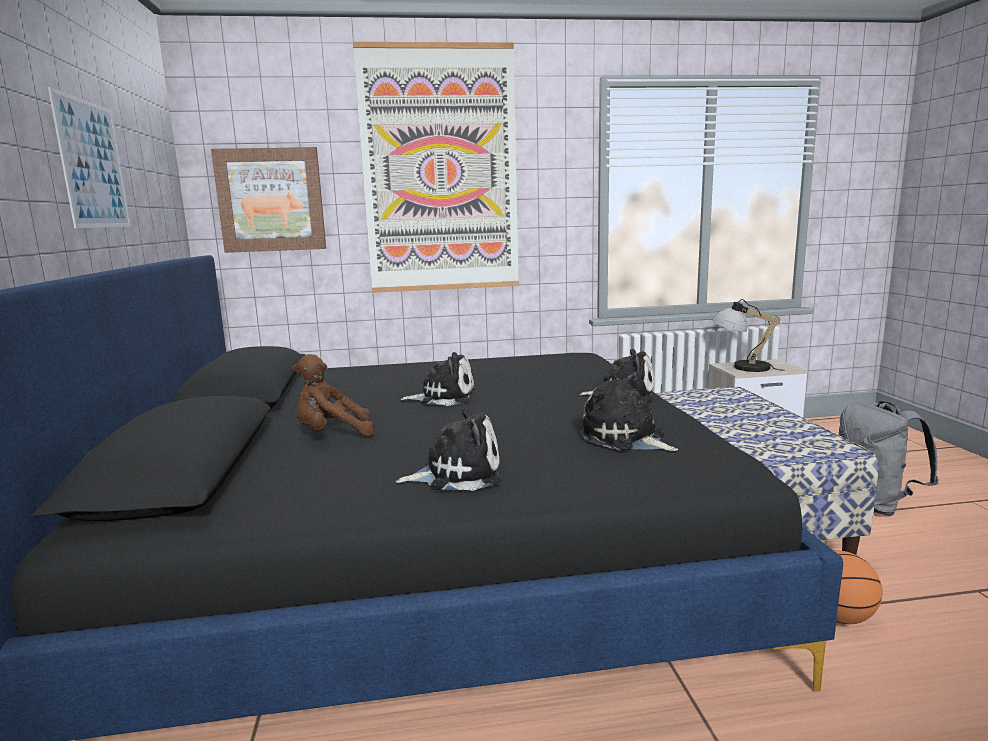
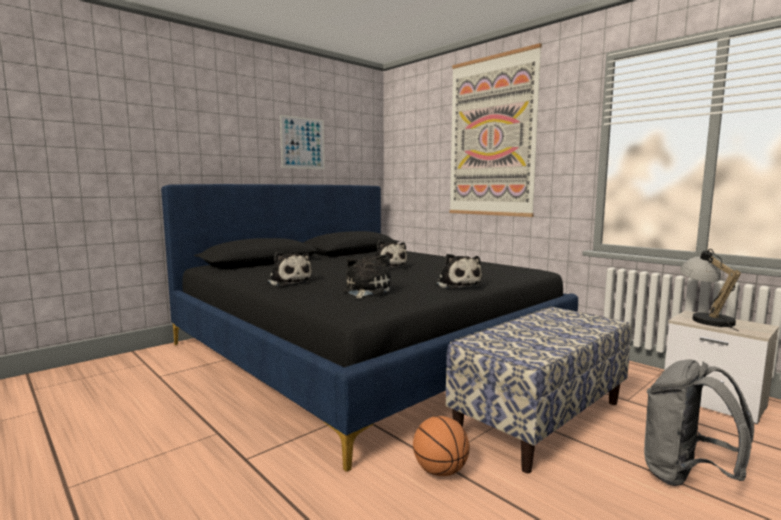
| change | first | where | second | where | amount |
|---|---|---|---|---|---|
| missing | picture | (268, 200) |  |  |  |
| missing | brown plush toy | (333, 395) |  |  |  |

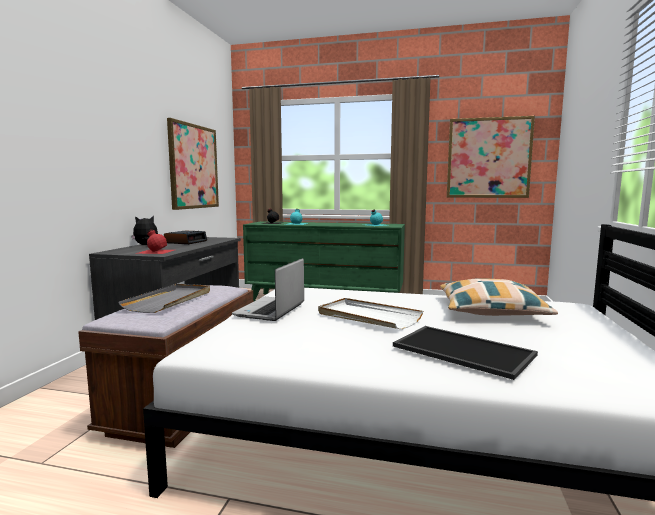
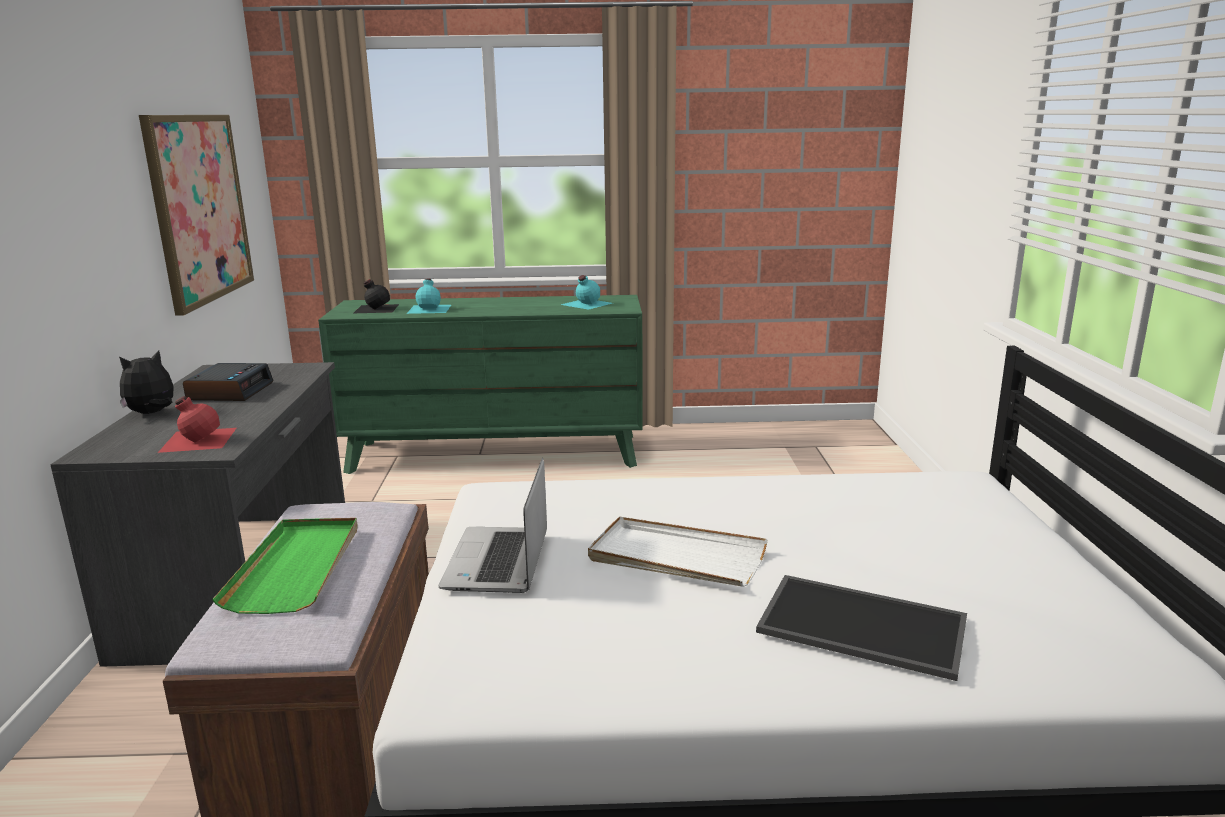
| change | first | where | second | where | amount |
|---|---|---|---|---|---|
| colour | grey tray | (164, 298) | green tray | (285, 566) |  |
| missing | pillow | (499, 297) |  |  |  |
| missing | picture | (491, 157) |  |  |  |

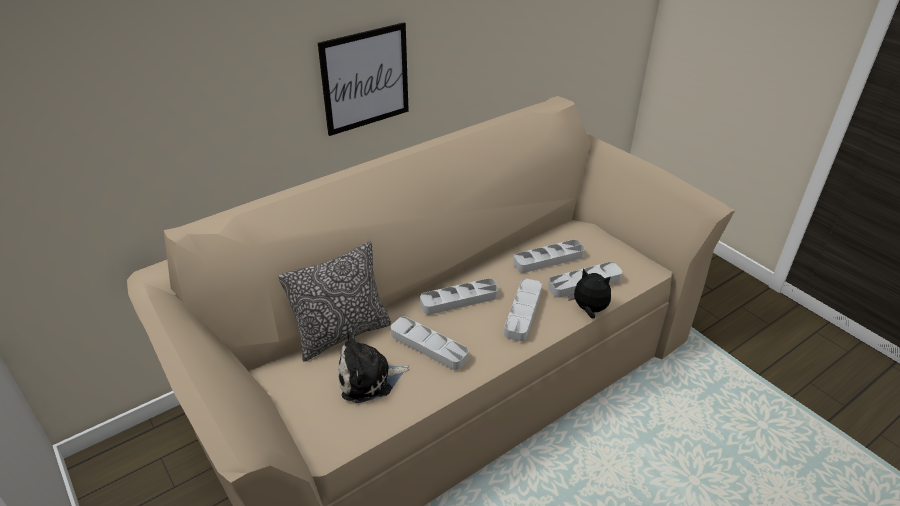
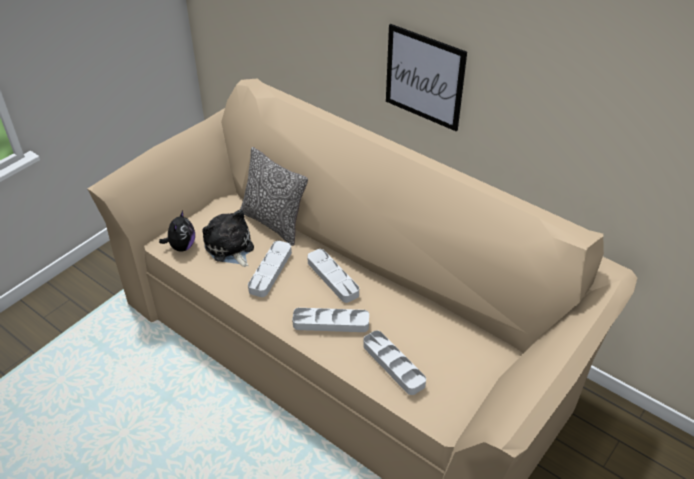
| change | first | where | second | where | amount |
|---|---|---|---|---|---|
| missing | grey tray | (549, 256) |  |  |  |
| relocated | plush toy | (589, 293) |  | (177, 231) |  |

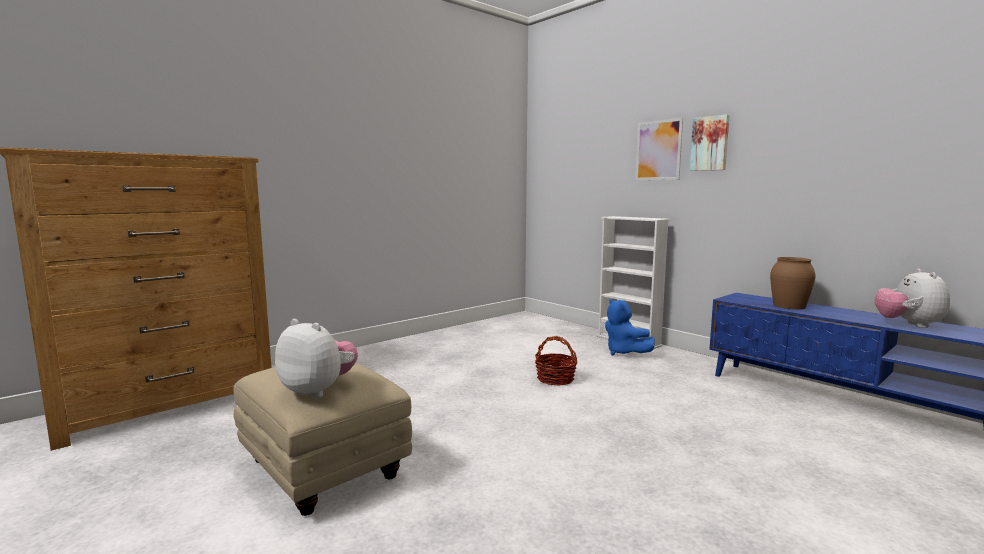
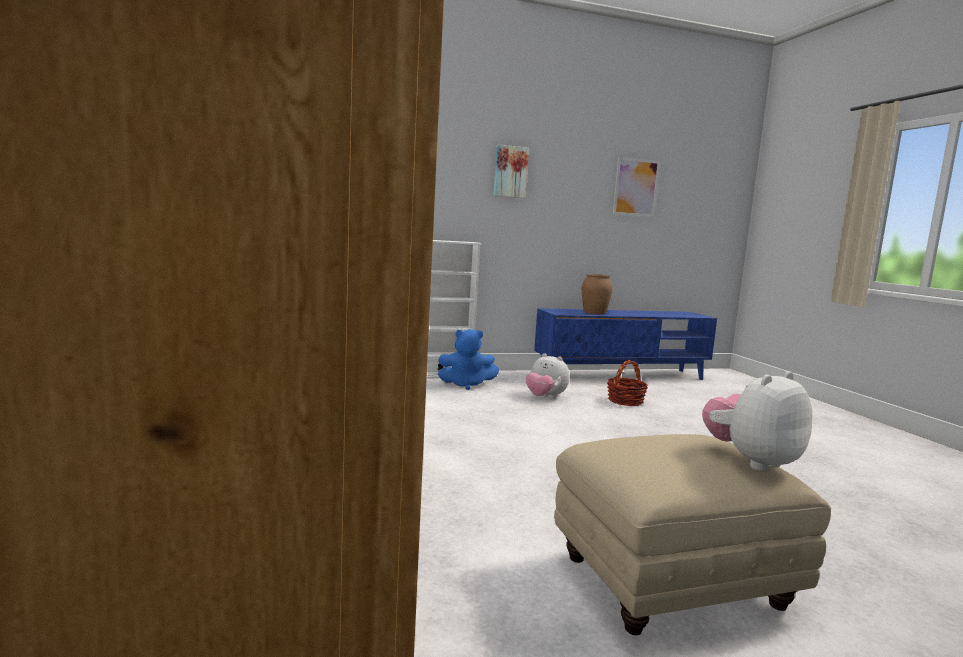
| change | first | where | second | where | amount |
|---|---|---|---|---|---|
| relocated | basket | (556, 361) |  | (627, 383) |  |
| relocated | picture | (659, 149) |  | (636, 187) |  |
| relocated | plush toy | (912, 298) |  | (548, 375) |  |

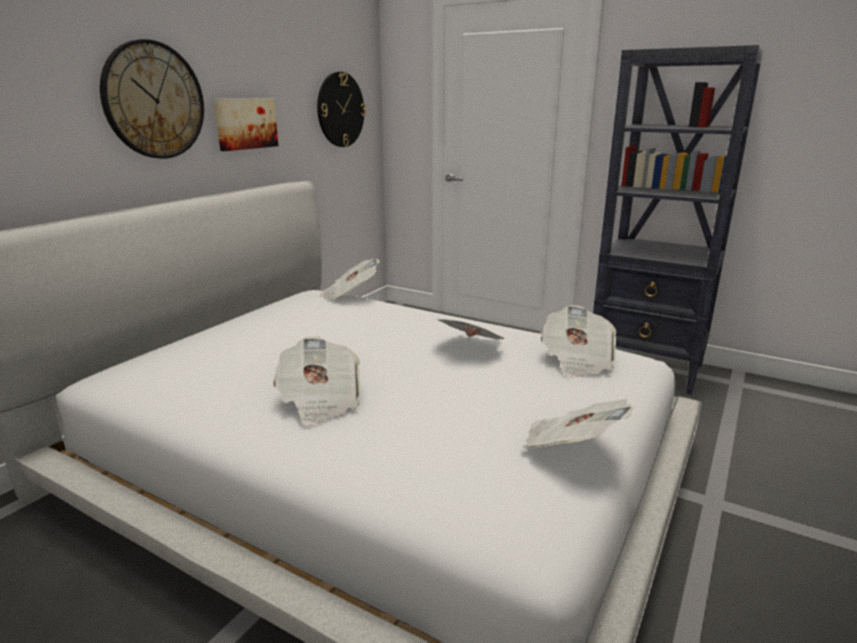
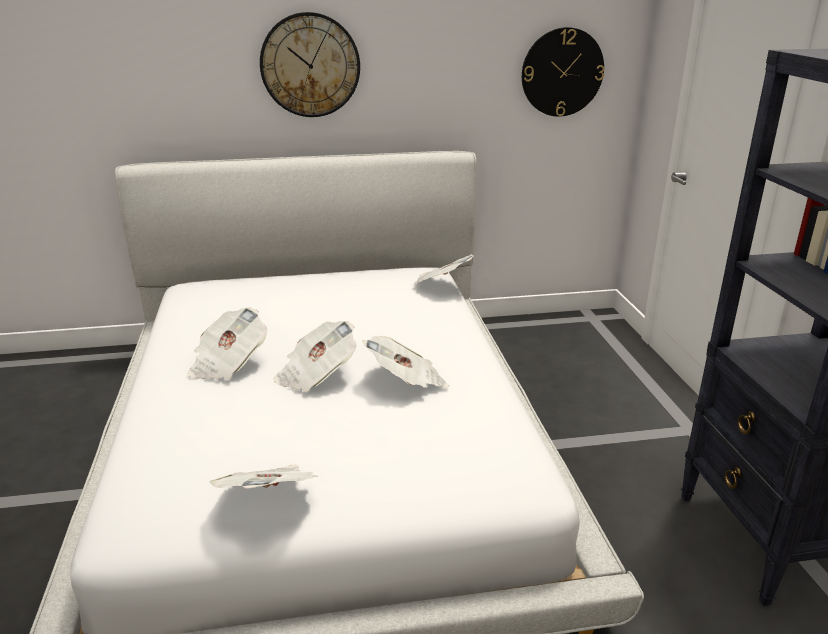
| change | first | where | second | where | amount |
|---|---|---|---|---|---|
| missing | picture | (246, 125) |  |  |  |
| relocated | newspaper | (579, 341) |  | (315, 357) |  |

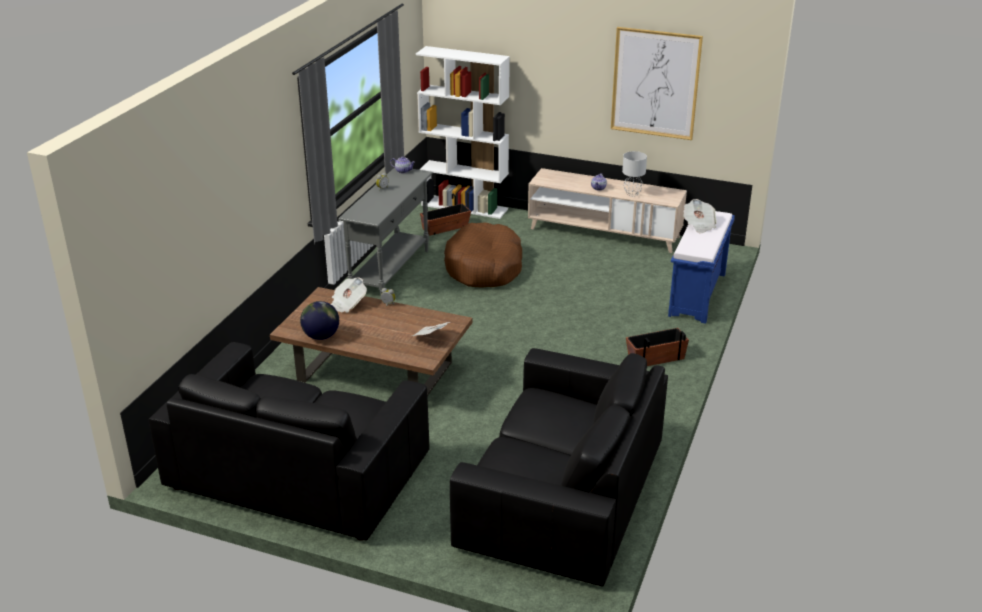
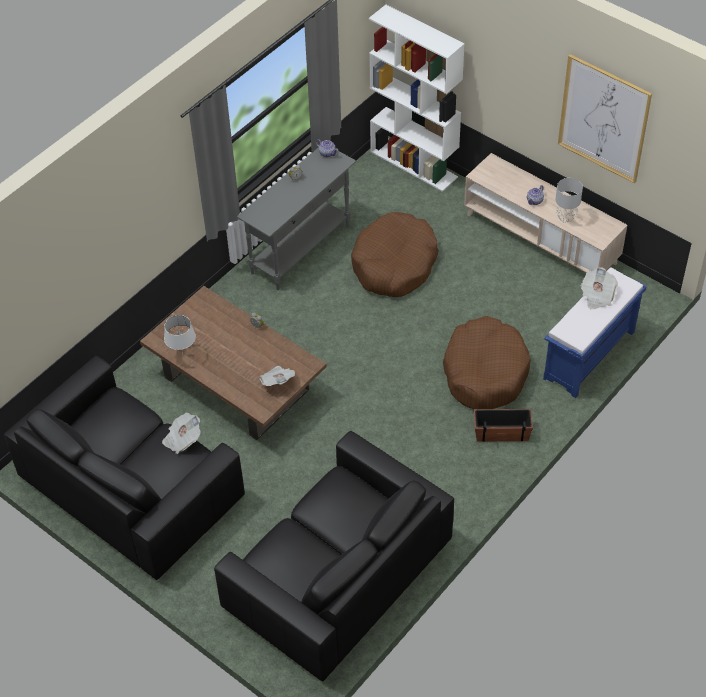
| change | first | where | second | where | amount |
|---|---|---|---|---|---|
| exchanged | globe | (319, 320) | white table lamp | (180, 334) |  |
| relocated | newspaper | (349, 295) |  | (181, 433) |  |
| missing | planter | (445, 215) |  |  |  |
| appeared |  |  | brown dog bed | (487, 363) |  |

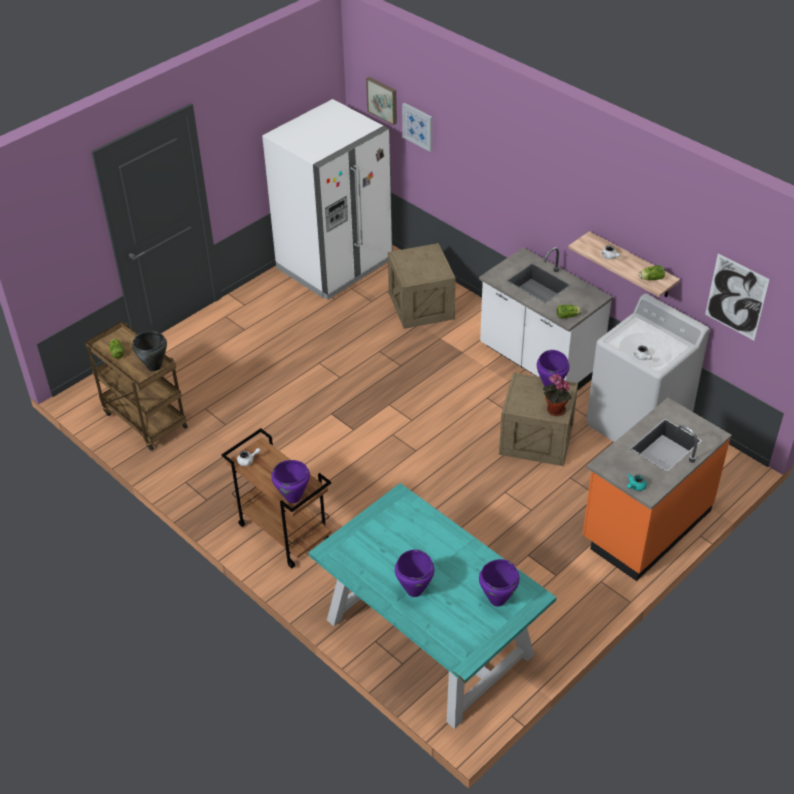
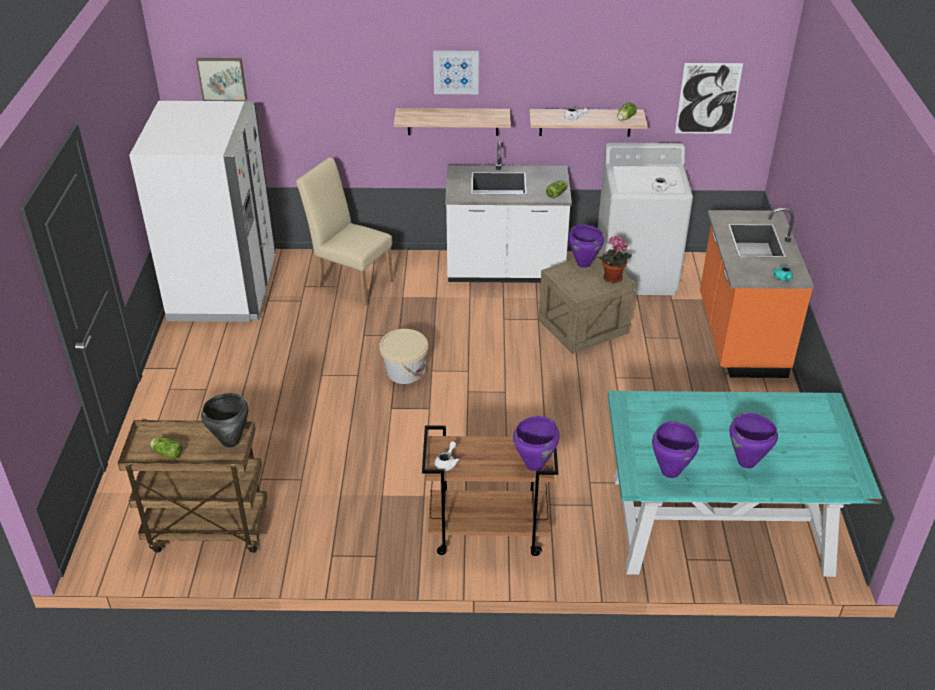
| change | first | where | second | where | amount |
|---|---|---|---|---|---|
| exchanged | crate | (422, 286) | beige chair | (345, 231) |  |
| relocated | picture | (417, 127) |  | (456, 72) |  |
| relocated | purple cooking pot | (499, 582) |  | (675, 449) |  |
| appeared |  |  | beige bucket | (403, 356) |  |
| appeared |  |  | shelf | (452, 122) |  |

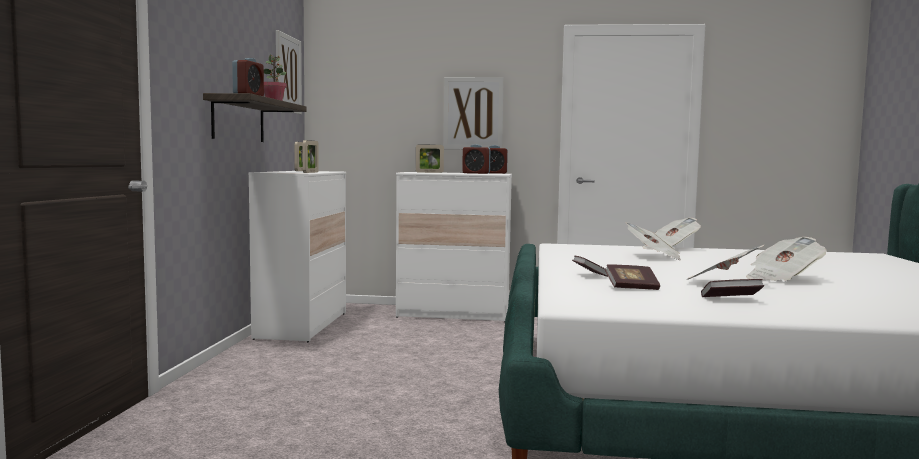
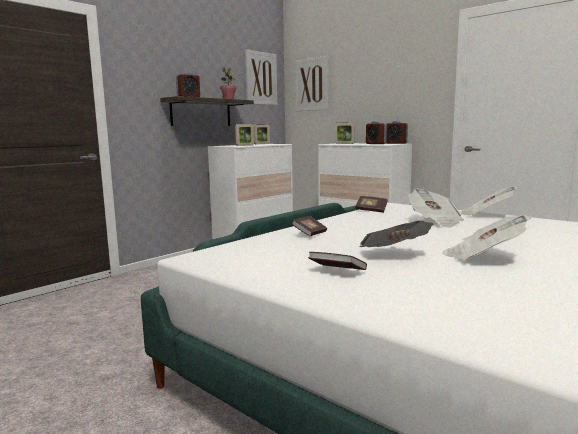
| change | first | where | second | where | amount |
|---|---|---|---|---|---|
| relocated | picture | (473, 113) |  | (312, 83) |  |
| relocated | book | (632, 277) |  | (371, 204) |  |

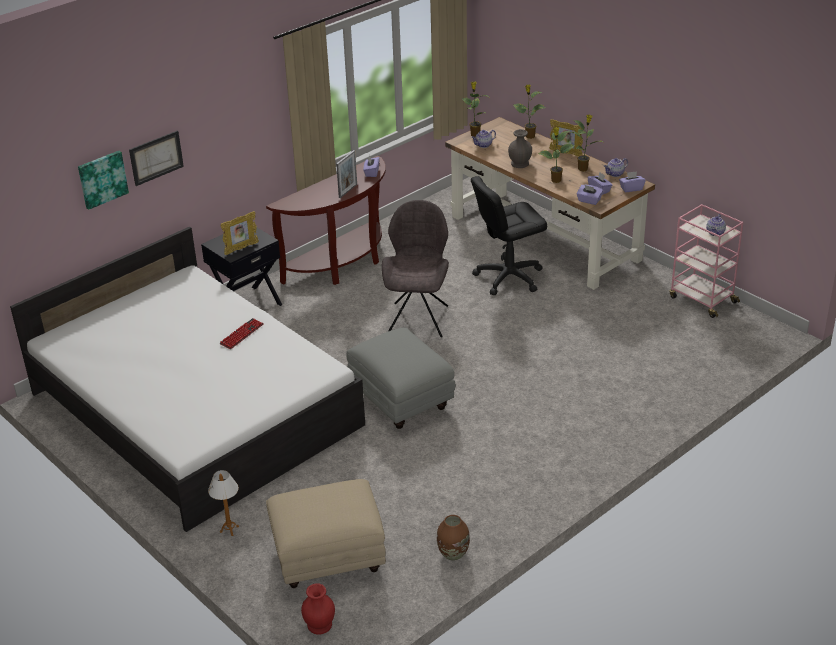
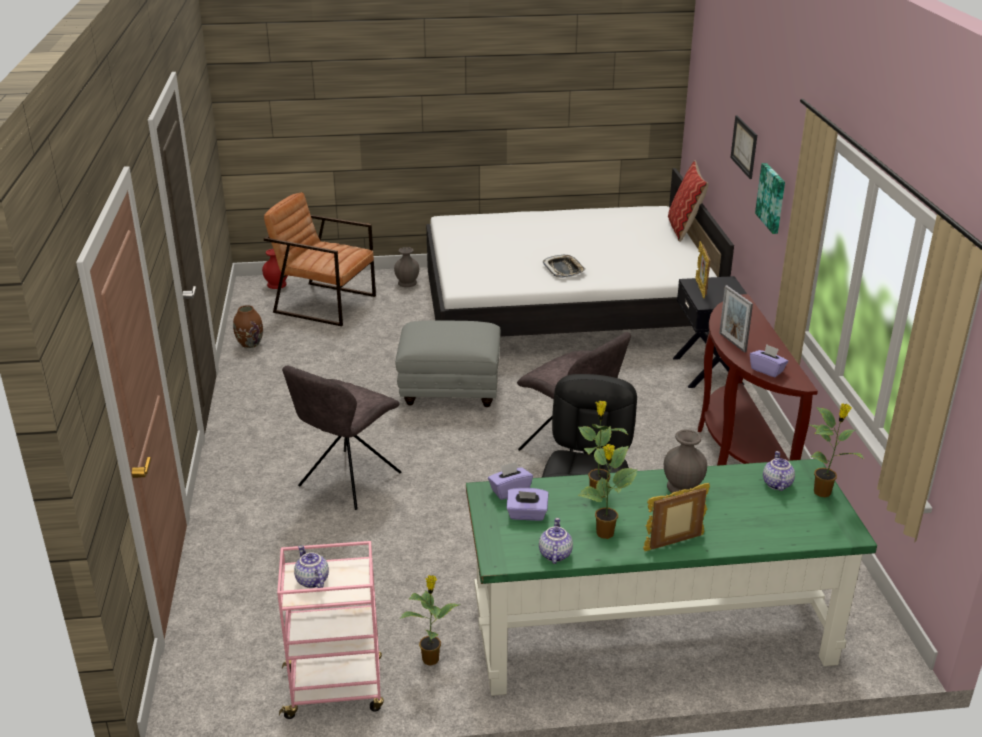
| change | first | where | second | where | amount |
|---|---|---|---|---|---|
| relocated | picture | (103, 180) |  | (770, 198) |  |
| exchanged | table lamp | (223, 503) | grey vase | (406, 267) |  |
| exchanged | keyboard | (241, 333) | tray | (564, 266) |  |
| exchanged | beige ottoman | (326, 533) | brown armchair | (320, 259) |  |
| colour | brown desk | (550, 203) | green desk | (671, 577) |  |
| relocated | potted plant | (529, 111) |  | (430, 620) |  |
| missing | purple tissue box | (632, 181) |  |  |  |
| appeared |  |  | grey chair | (341, 438) |  |
| appeared |  |  | pillow | (688, 201) |  |

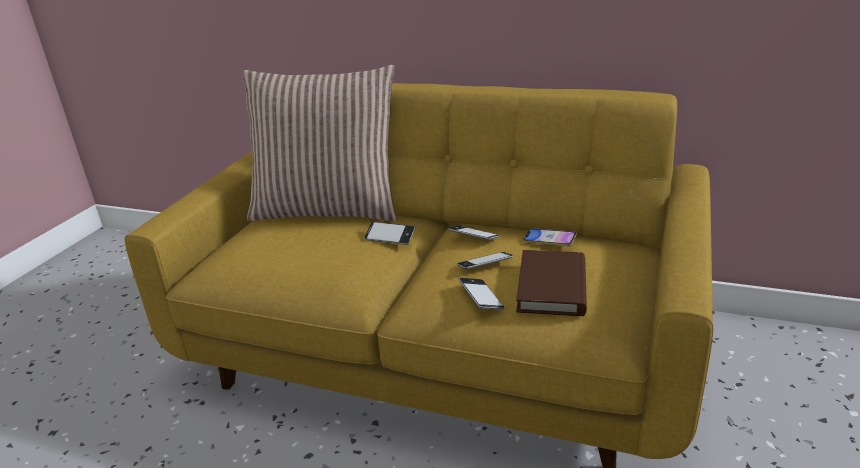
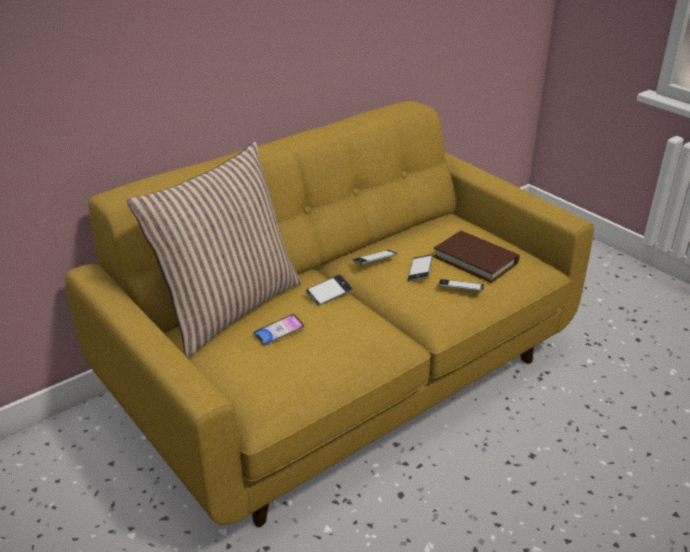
| change | first | where | second | where | amount |
|---|---|---|---|---|---|
| relocated | phone | (550, 237) |  | (279, 330) |  |

